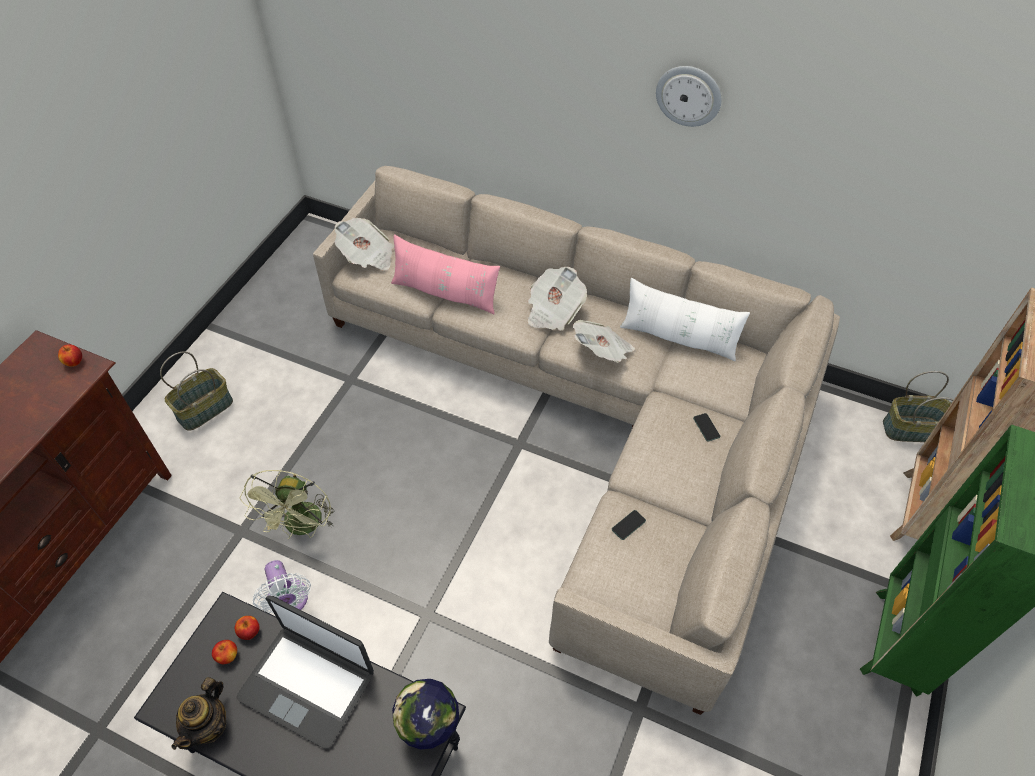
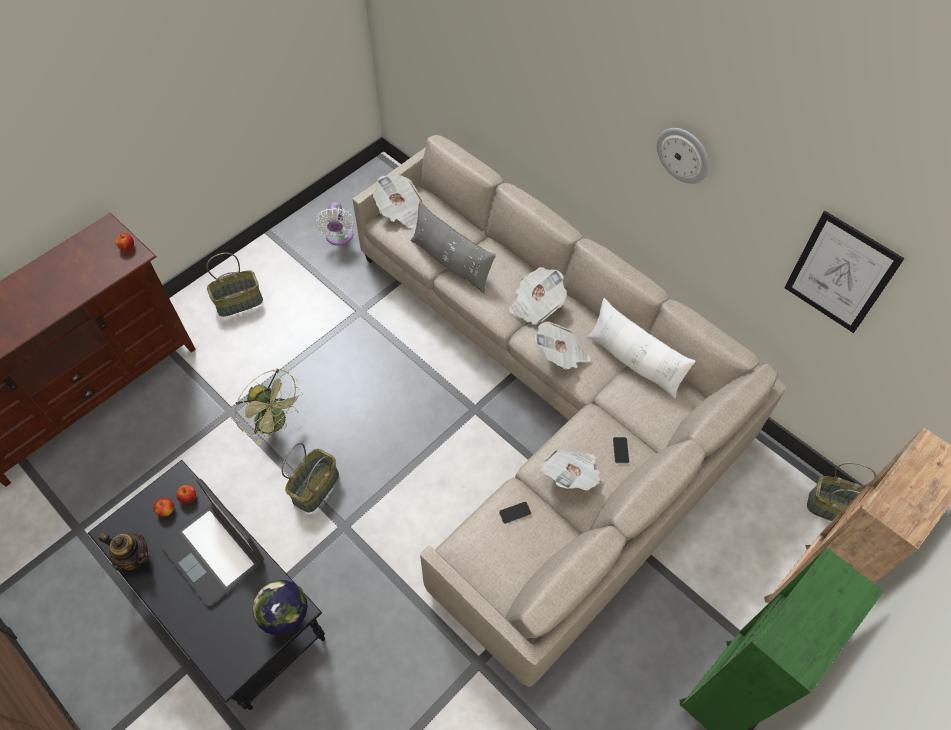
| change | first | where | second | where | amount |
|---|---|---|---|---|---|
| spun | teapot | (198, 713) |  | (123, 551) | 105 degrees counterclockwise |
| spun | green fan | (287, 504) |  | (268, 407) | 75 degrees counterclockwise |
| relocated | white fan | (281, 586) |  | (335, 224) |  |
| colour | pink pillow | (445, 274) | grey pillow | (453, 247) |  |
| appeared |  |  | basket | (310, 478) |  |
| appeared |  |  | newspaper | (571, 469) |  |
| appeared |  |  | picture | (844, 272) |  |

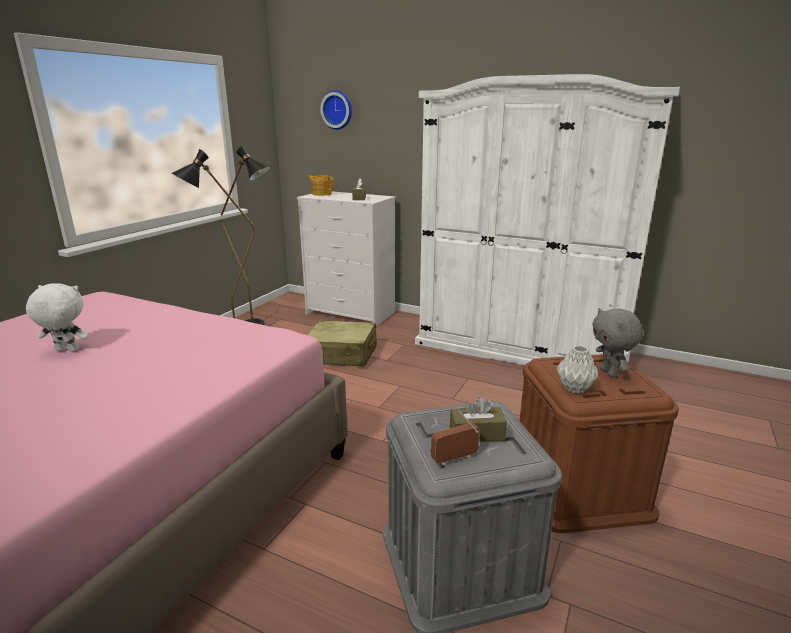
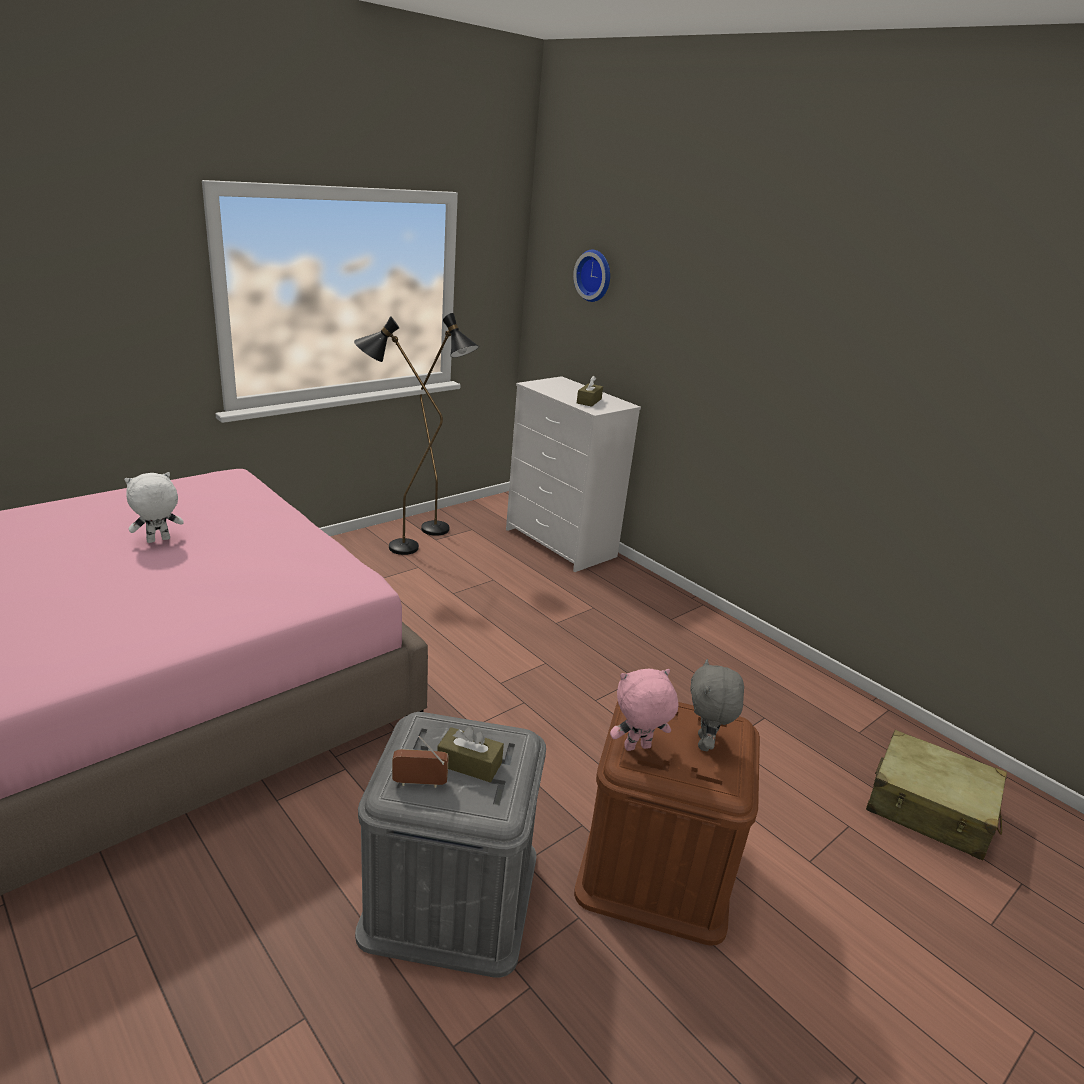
| change | first | where | second | where | amount |
|---|---|---|---|---|---|
| spun | white plush toy | (57, 317) |  | (154, 507) | 60 degrees counterclockwise |
| relocated | beige suitcase | (342, 343) |  | (936, 795) |  |
| missing | teapot | (321, 185) |  |  |  |
| missing | white wardrobe | (547, 219) |  |  |  |
| exchanged | grey vase | (577, 369) | pink plush toy | (644, 710) |  |

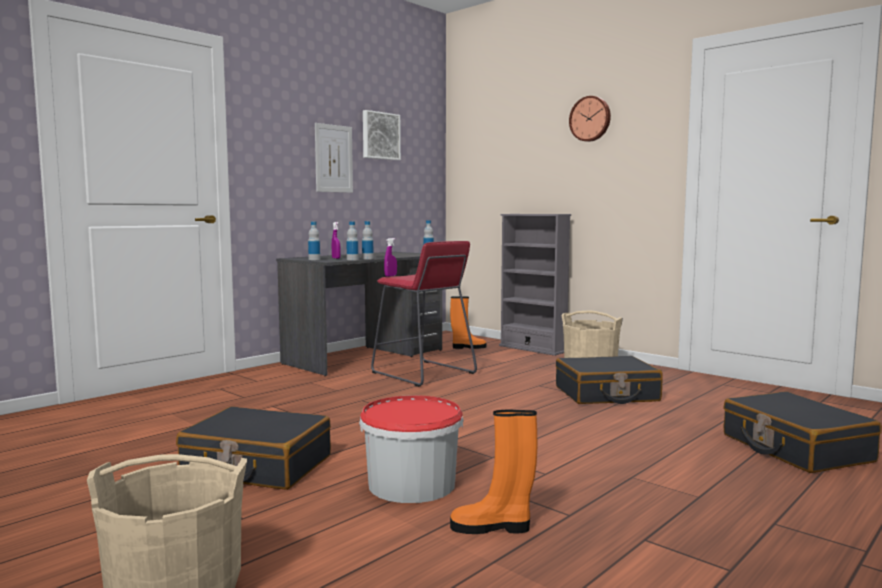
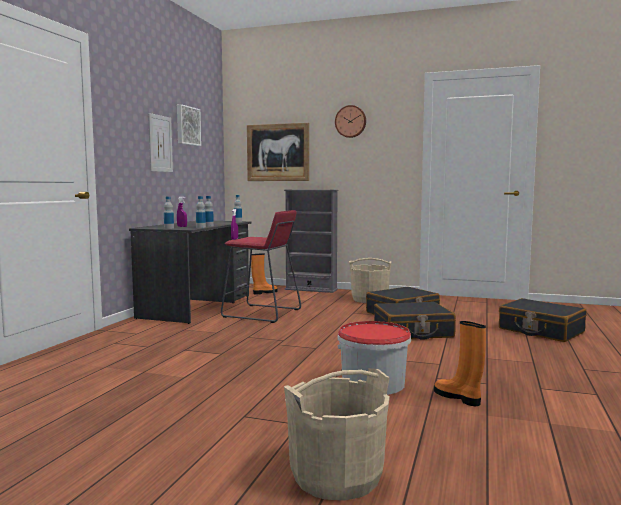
| change | first | where | second | where | amount |
|---|---|---|---|---|---|
| relocated | black suitcase | (253, 448) |  | (415, 321) |  |
| spun | orange boot | (493, 472) |  | (460, 363) | 75 degrees clockwise |
| appeared |  |  | picture | (278, 152) |  |

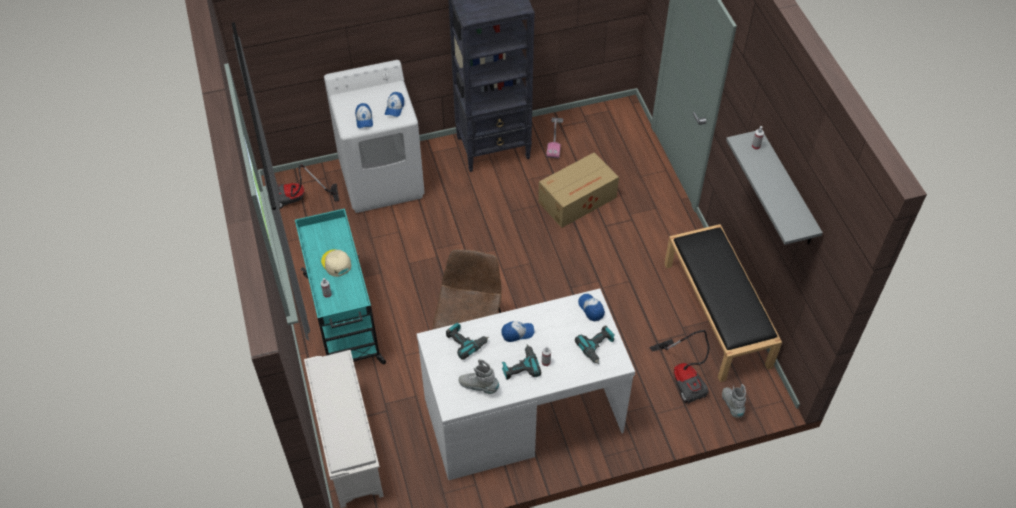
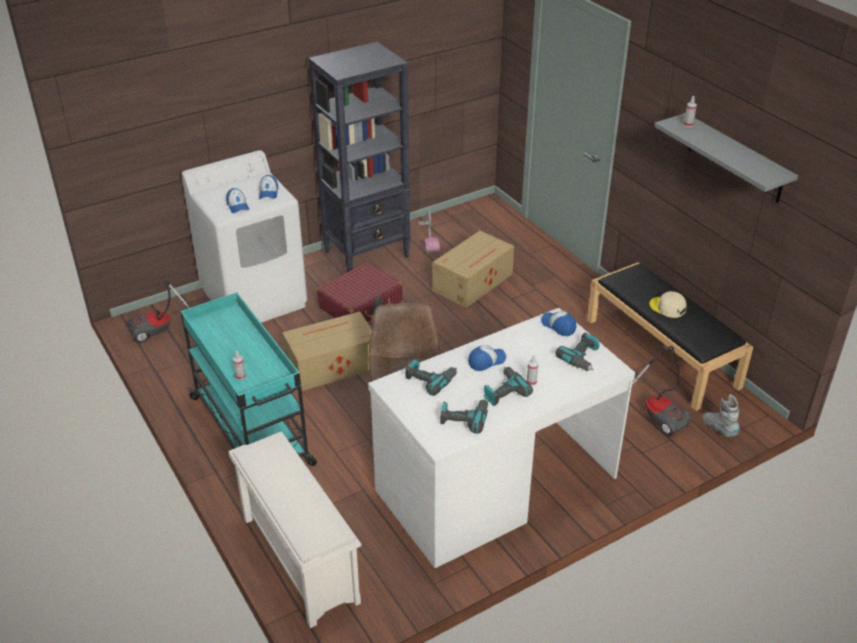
| change | first | where | second | where | amount |
|---|---|---|---|---|---|
| relocated | beige cap | (336, 263) |  | (668, 304) |  |
| exchanged | grey boot | (479, 376) | power drill | (464, 416) |  |
| appeared |  |  | cardboard box | (326, 351) |  |
| appeared |  |  | red suitcase | (359, 291) |  |

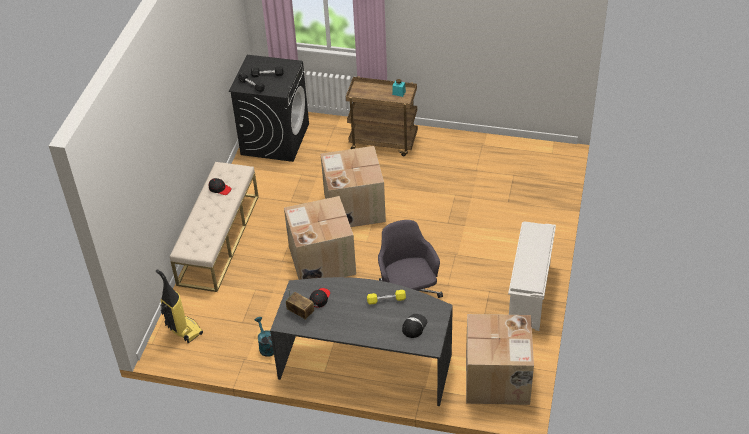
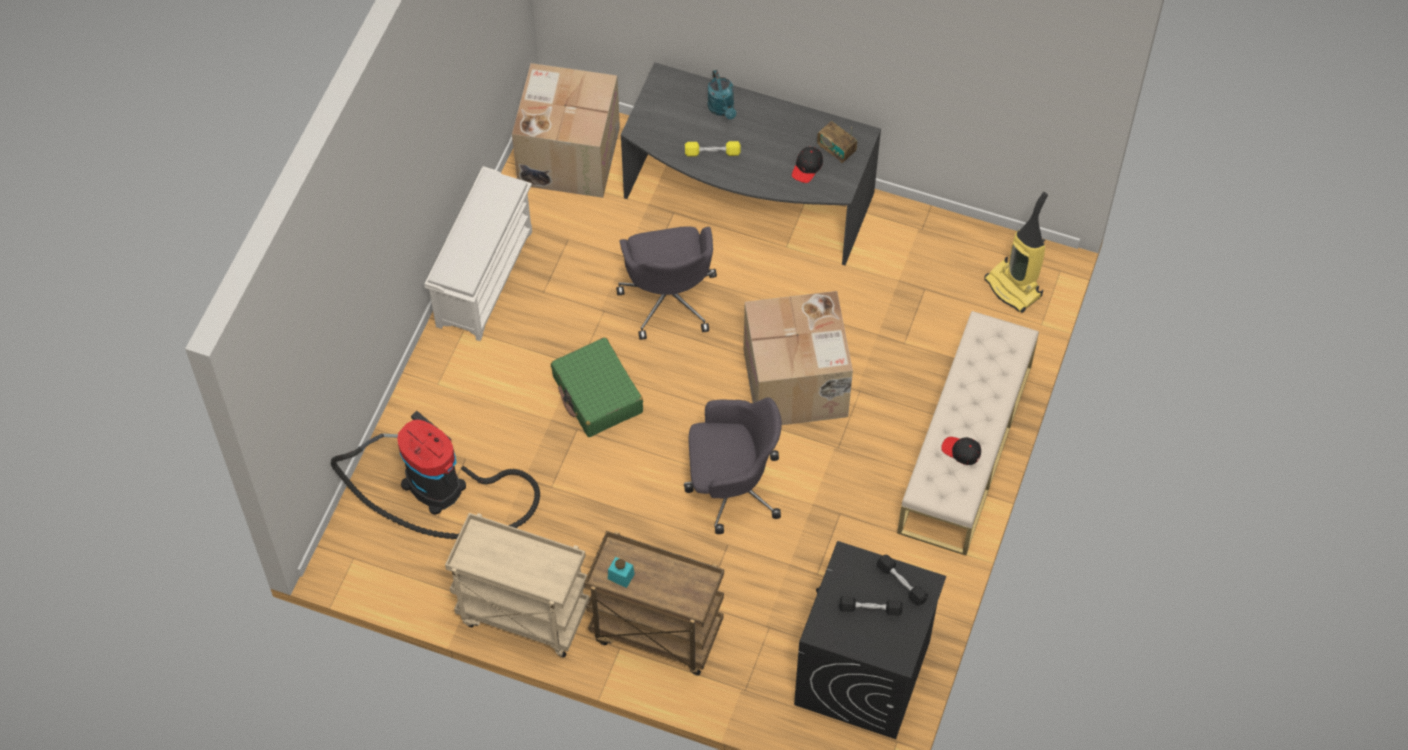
| change | first | where | second | where | amount |
|---|---|---|---|---|---|
| relocated | turquoise watering can | (264, 337) |  | (722, 94) |  |
| exchanged | cardboard box | (353, 186) | grey office chair | (733, 465) |  |
| missing | cap | (414, 326) |  |  |  |
| appeared |  |  | vacuum cleaner | (435, 475) |  |
| appeared |  |  | beige cart | (517, 585) |  |
| appeared |  |  | green suitcase | (597, 387) |  |

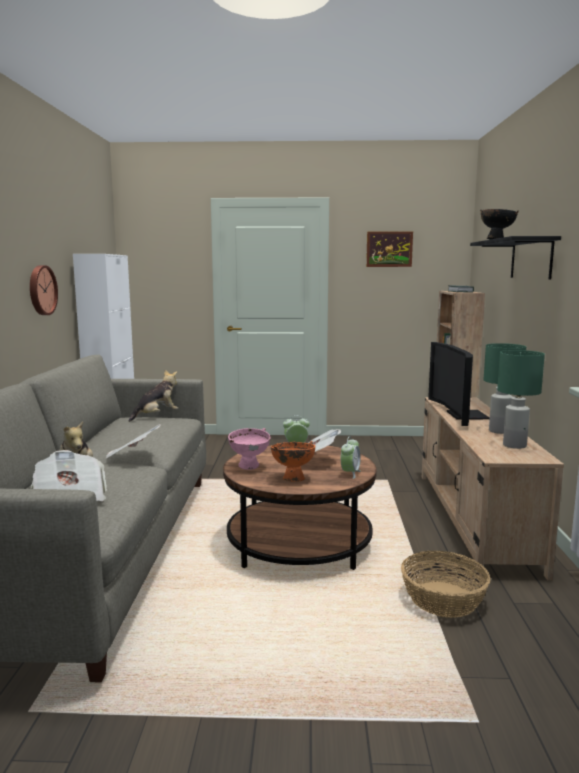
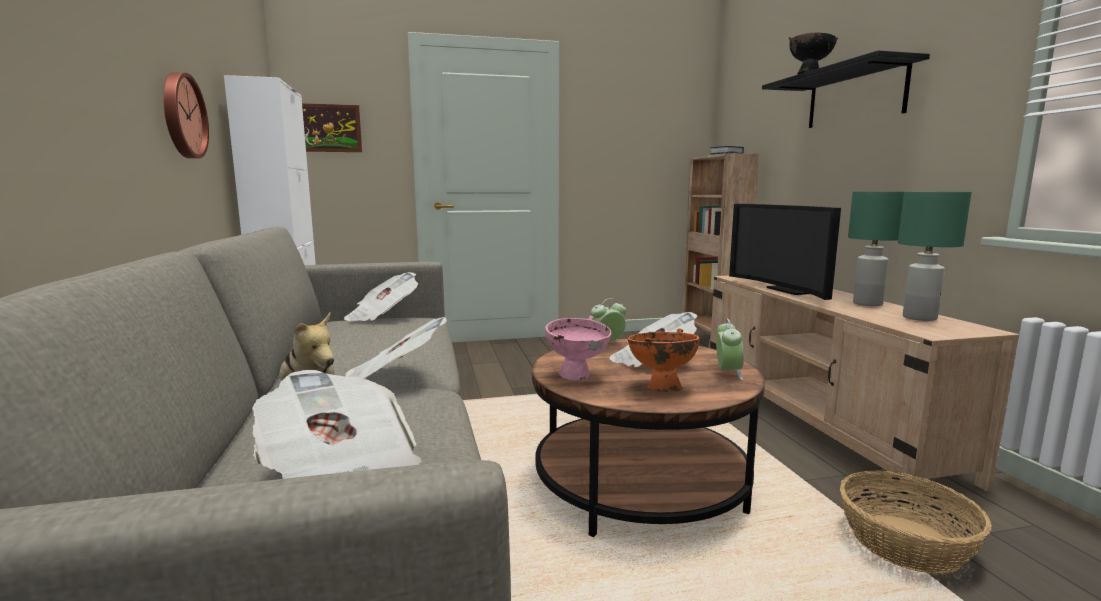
| change | first | where | second | where | amount |
|---|---|---|---|---|---|
| exchanged | plush toy | (153, 396) | newspaper | (381, 296) |  |
| relocated | picture | (389, 249) |  | (332, 127) |  |

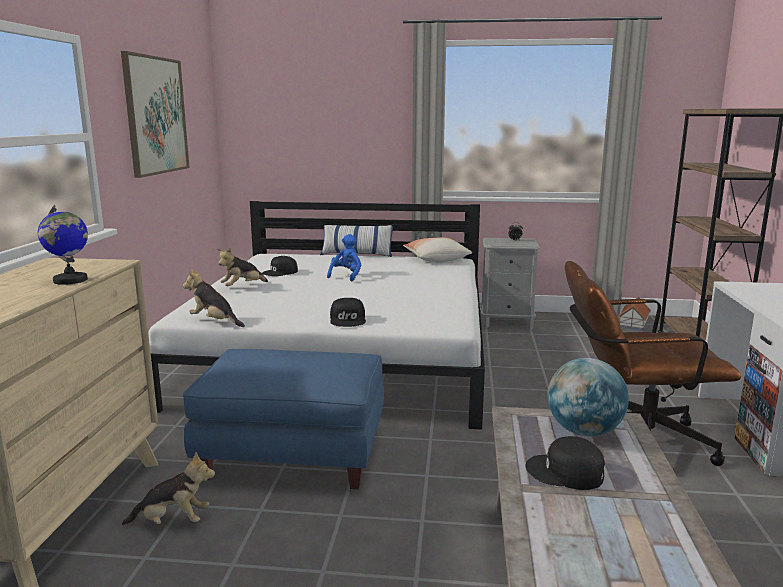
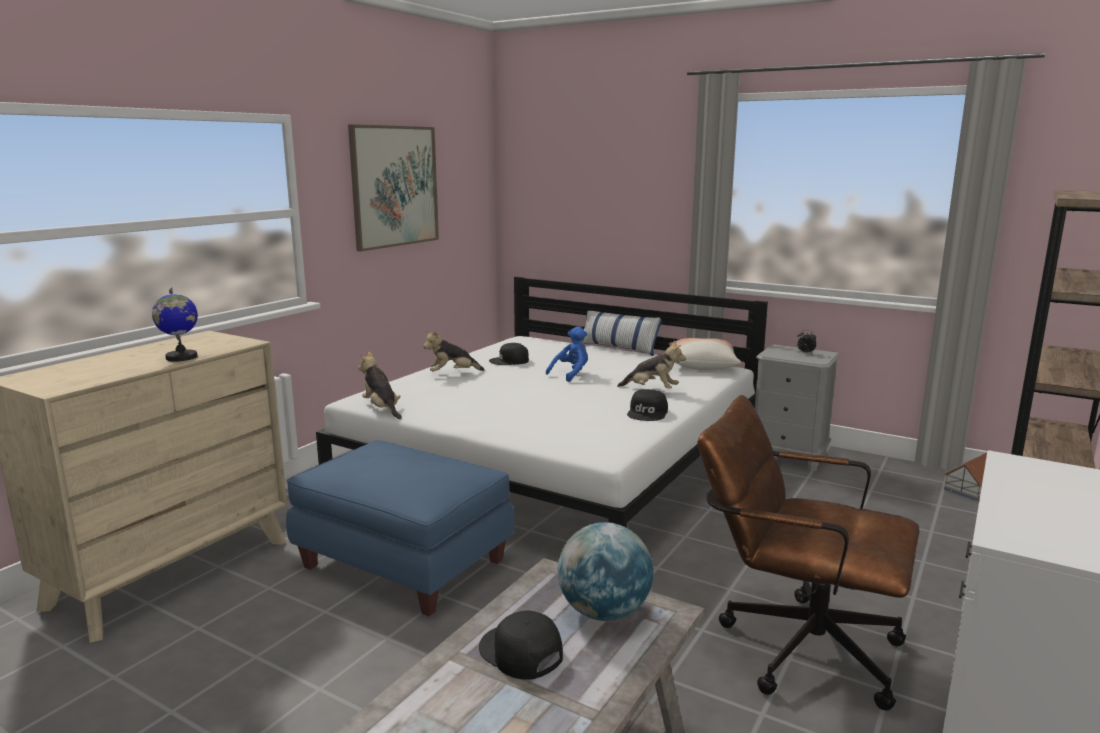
| change | first | where | second | where | amount |
|---|---|---|---|---|---|
| relocated | plush toy | (168, 488) |  | (651, 364) |  |
| relocated | black cap | (348, 312) |  | (647, 405) |  |

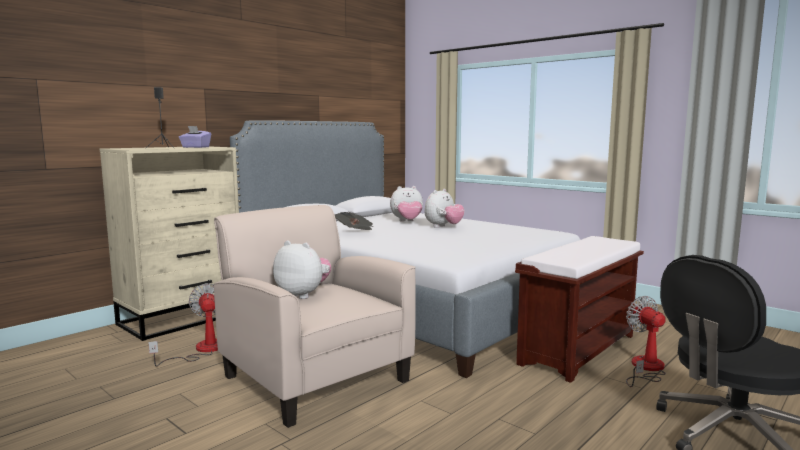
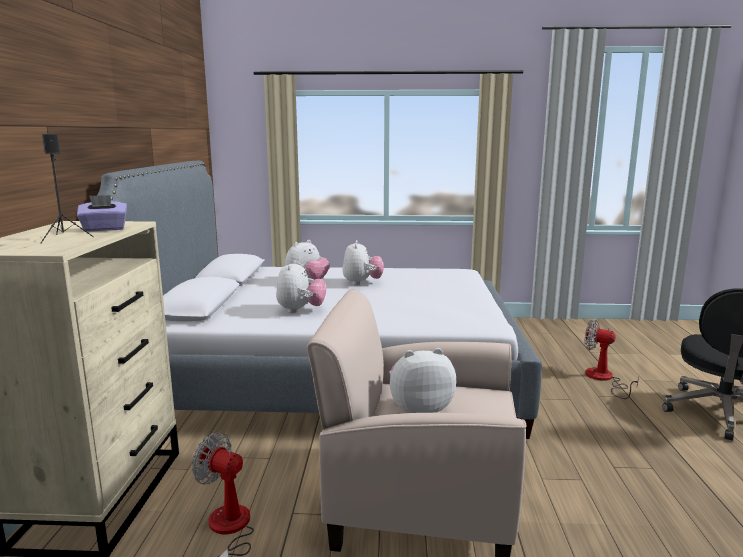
| change | first | where | second | where | amount |
|---|---|---|---|---|---|
| exchanged | newspaper | (354, 221) | plush toy | (301, 286) |  |
| missing | brown bench | (579, 309) |  |  |  |

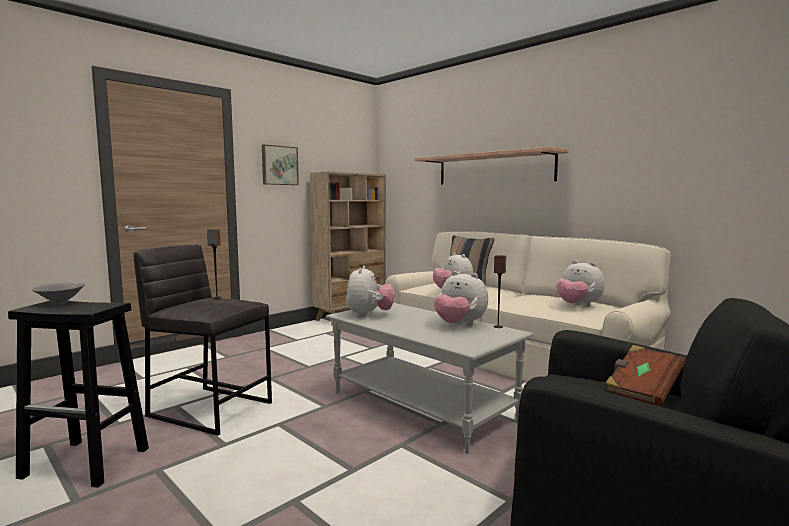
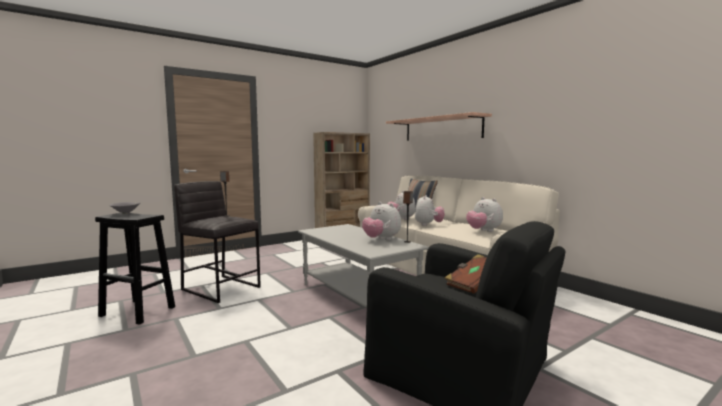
| change | first | where | second | where | amount |
|---|---|---|---|---|---|
| missing | picture | (280, 164) |  |  |  |
| relocated | plush toy | (370, 291) |  | (430, 210) |  |

